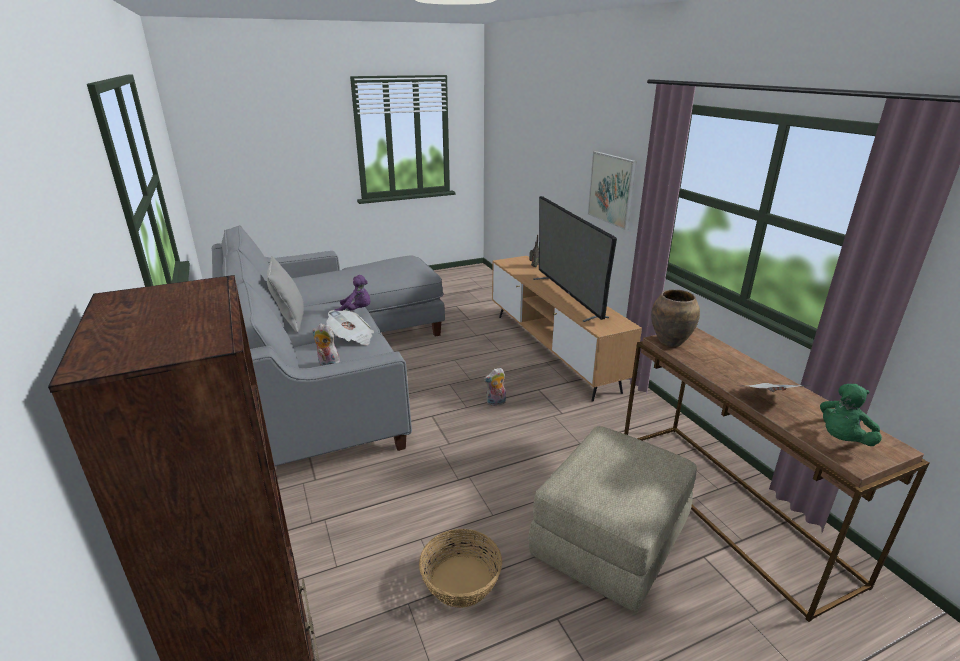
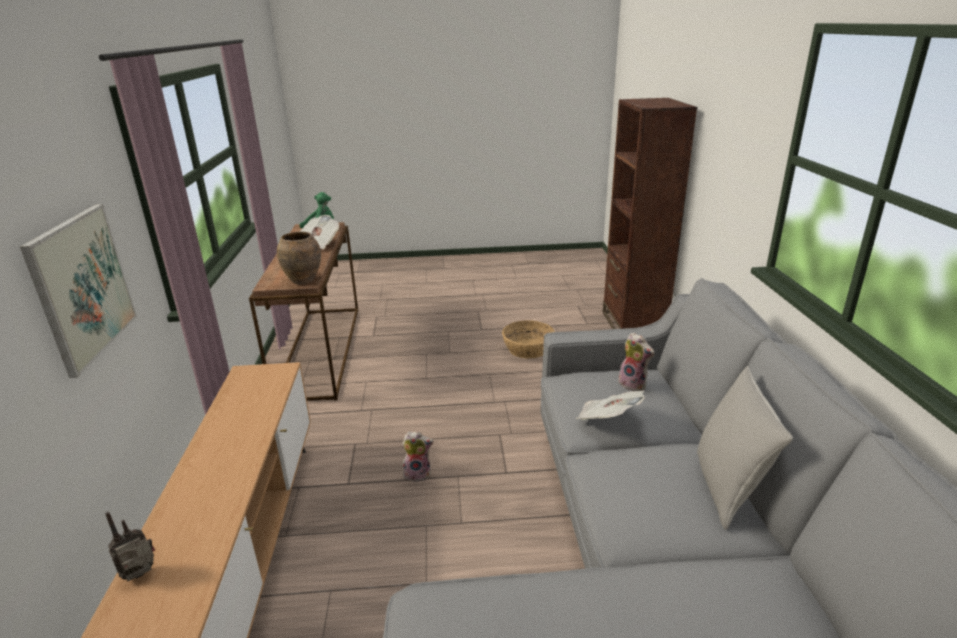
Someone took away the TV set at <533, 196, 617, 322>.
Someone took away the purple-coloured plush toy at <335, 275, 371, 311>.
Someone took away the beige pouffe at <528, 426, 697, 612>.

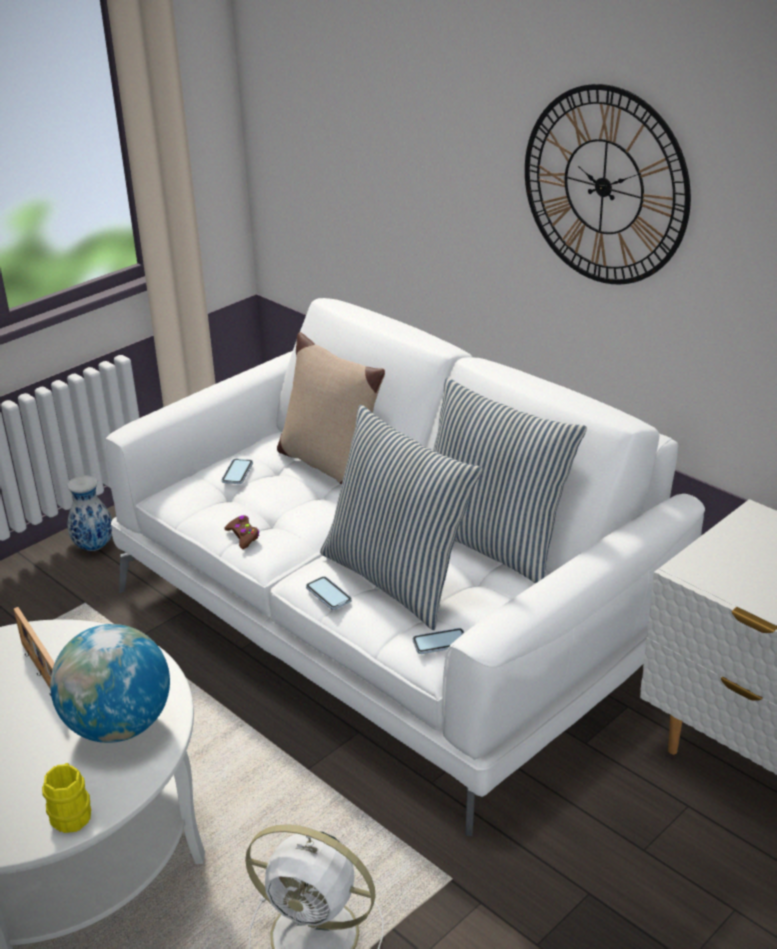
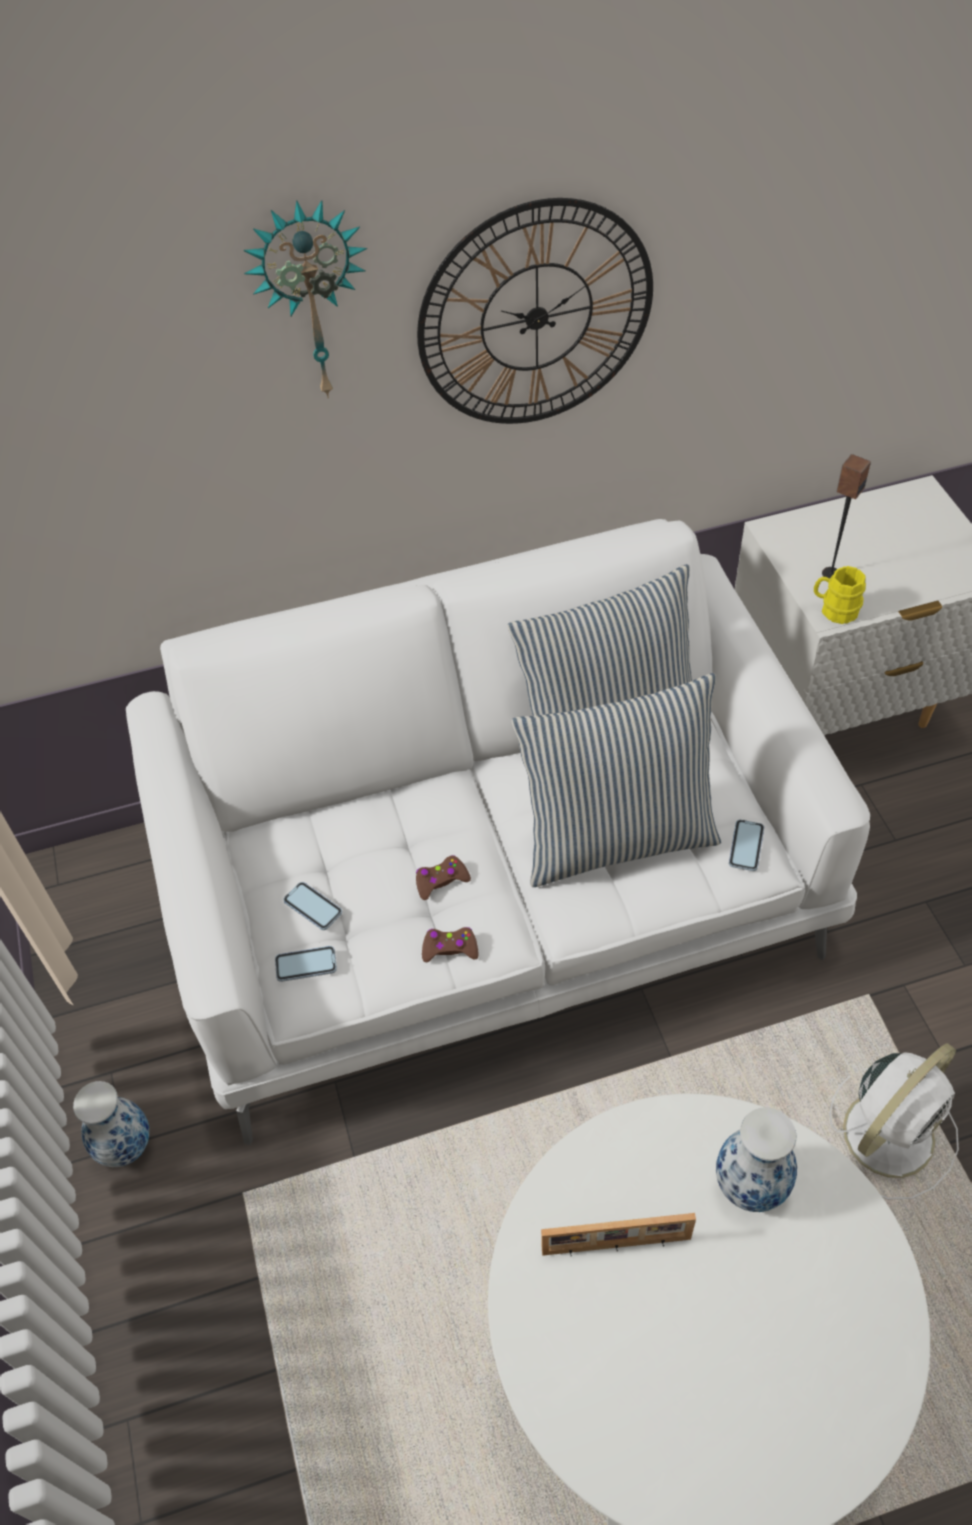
Someone took away the beige pillow at <277, 332, 385, 485>.
Someone carried the telephone from <306, 576, 352, 610> to <275, 946, 337, 982>.
Someone swapped the world globe at <50, 624, 170, 743> for the vase at <716, 1107, 797, 1212>.
Someone carried the yellow coffee mug from <42, 763, 91, 833> to <814, 566, 866, 624>.
Someone put up the wall clock at <243, 200, 367, 398>.
Someone put down the audio speaker at <822, 454, 871, 578>.
Someone put down the brown game controller at <416, 855, 471, 900>.

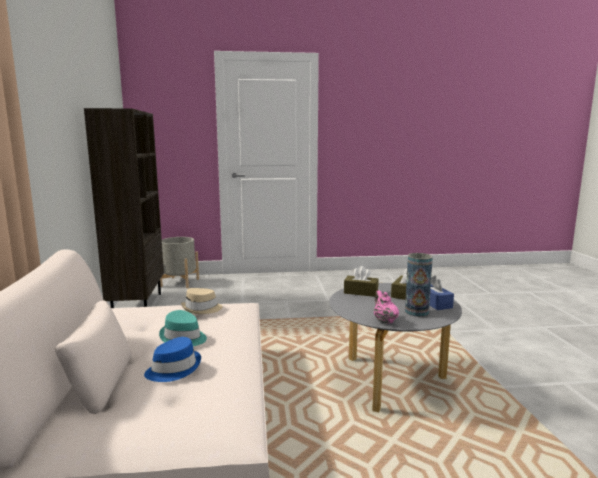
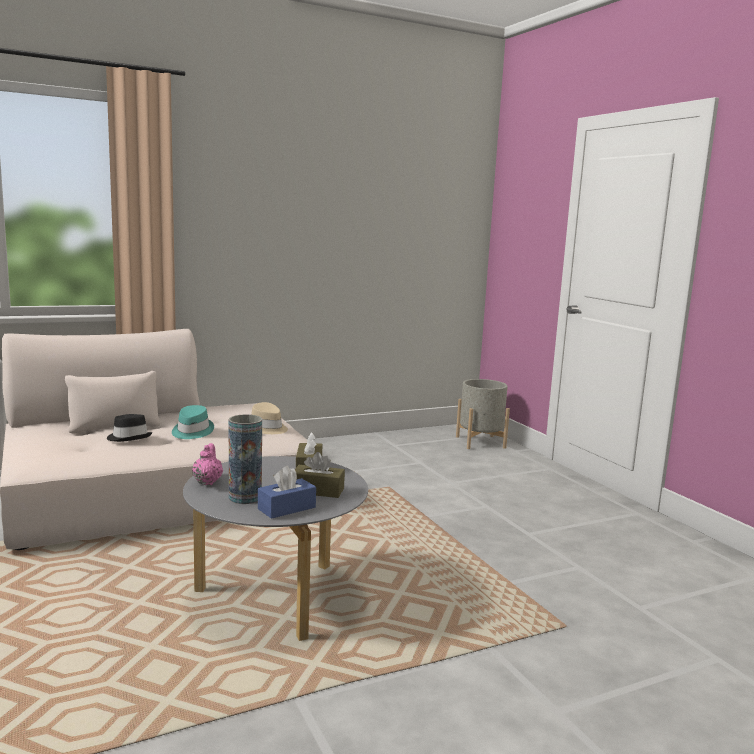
Someone took away the brown bookshelf at <84, 108, 164, 308>.
Someone rotated the pinkish teapot at <374, 290, 399, 324> by 60 degrees counterclockwise.
Someone repainted the blue-coloured hat at <144, 337, 201, 382>, which became the blackish hat at <107, 414, 152, 442>.

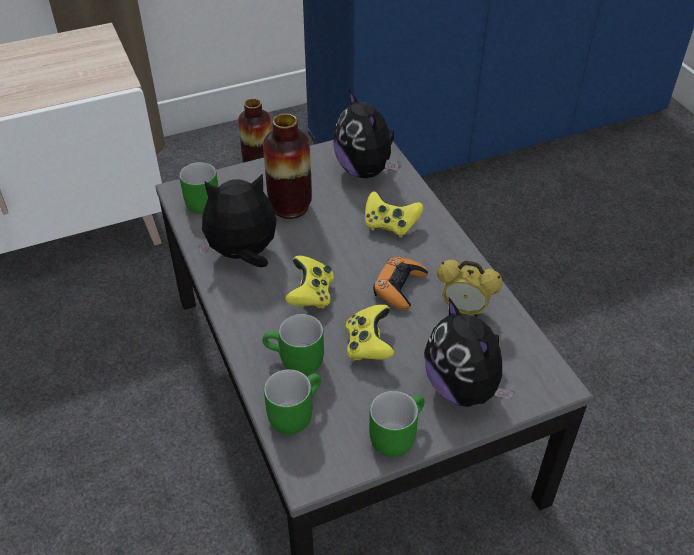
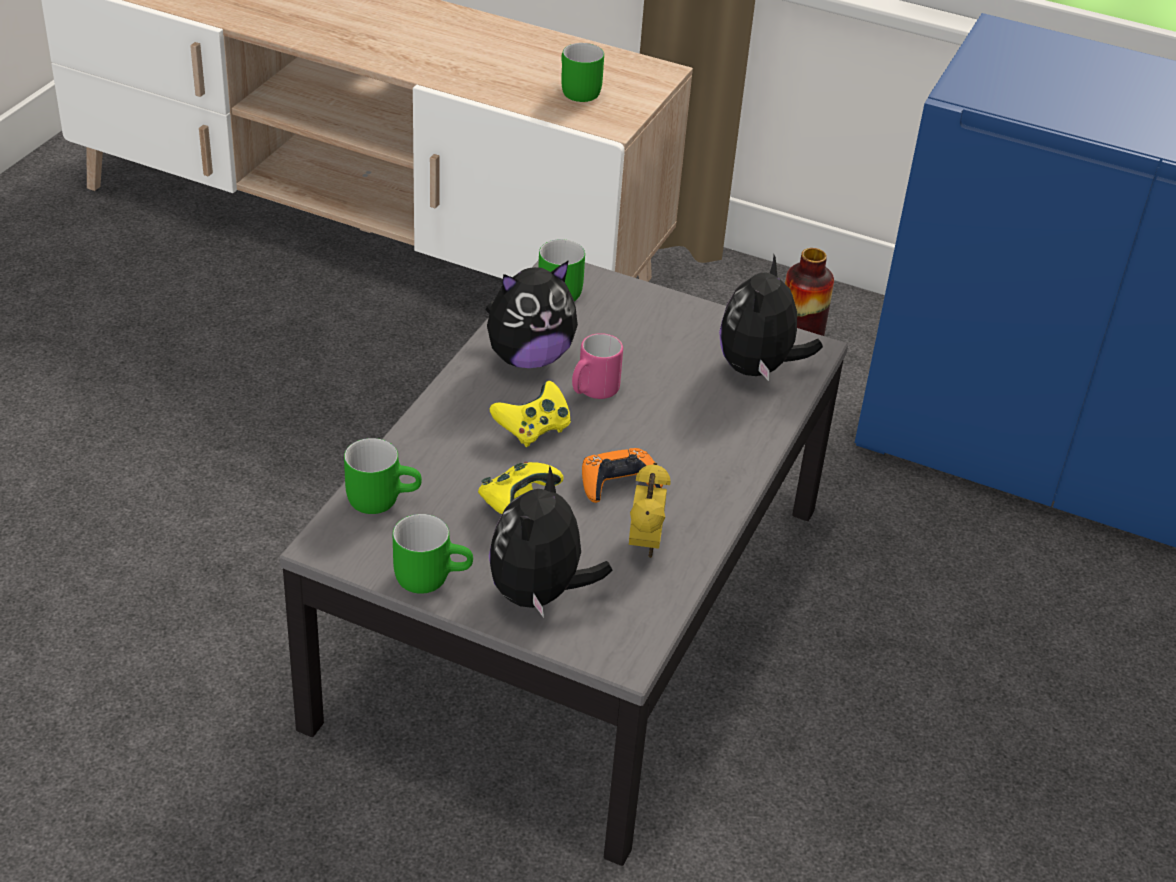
Someone took away the vase at <263, 113, 312, 219>.
Someone rotated the plush toy at <198, 173, 277, 267> by 120 degrees clockwise.
Someone took away the yellow game controller at <365, 191, 423, 238>.
Someone rotated the table clock at <437, 260, 503, 318> by 150 degrees counterclockwise.
Someone carried the green coffee mug from <262, 314, 324, 375> to <561, 43, 604, 102>.
Someone put down the pinkish coffee mug at <572, 333, 623, 399>.

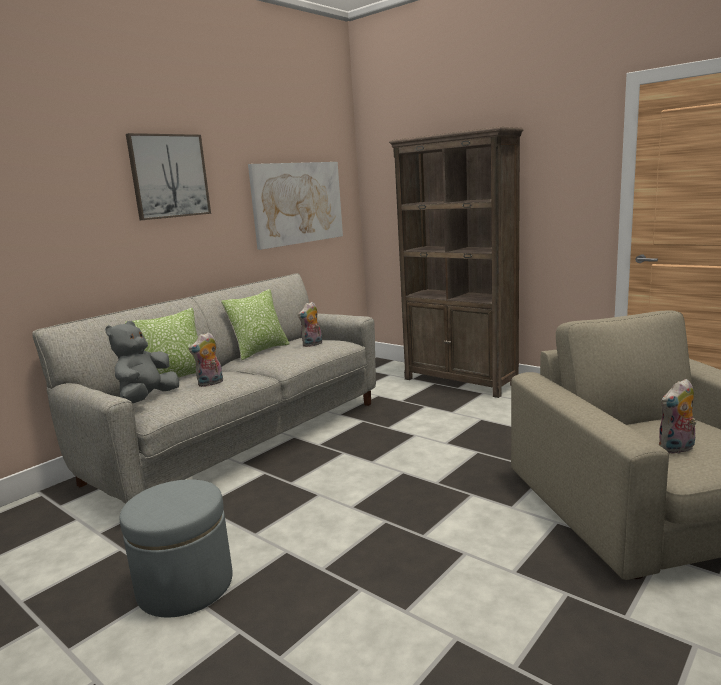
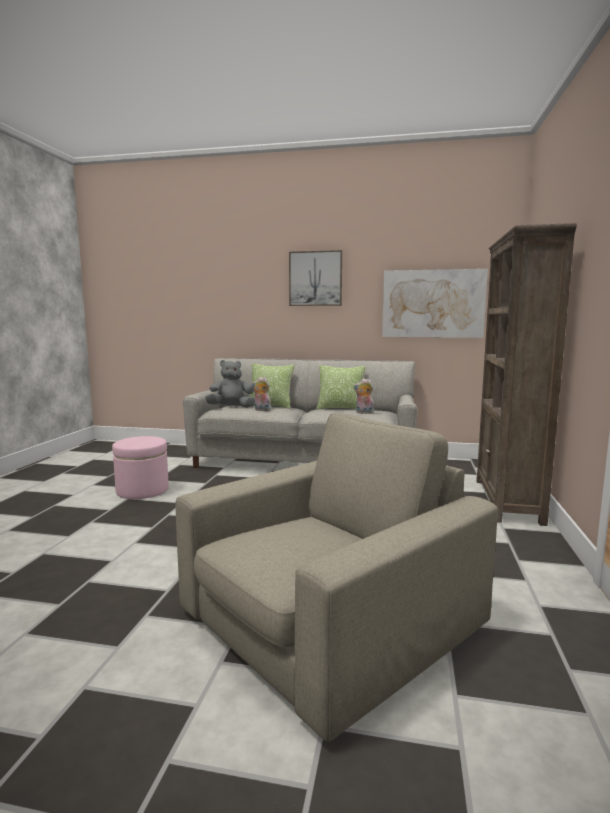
Someone took away the plush toy at <659, 379, 696, 454>.
Someone repainted the grey pouffe at <120, 479, 233, 617>, which became the pinkish pouffe at <112, 436, 169, 499>.

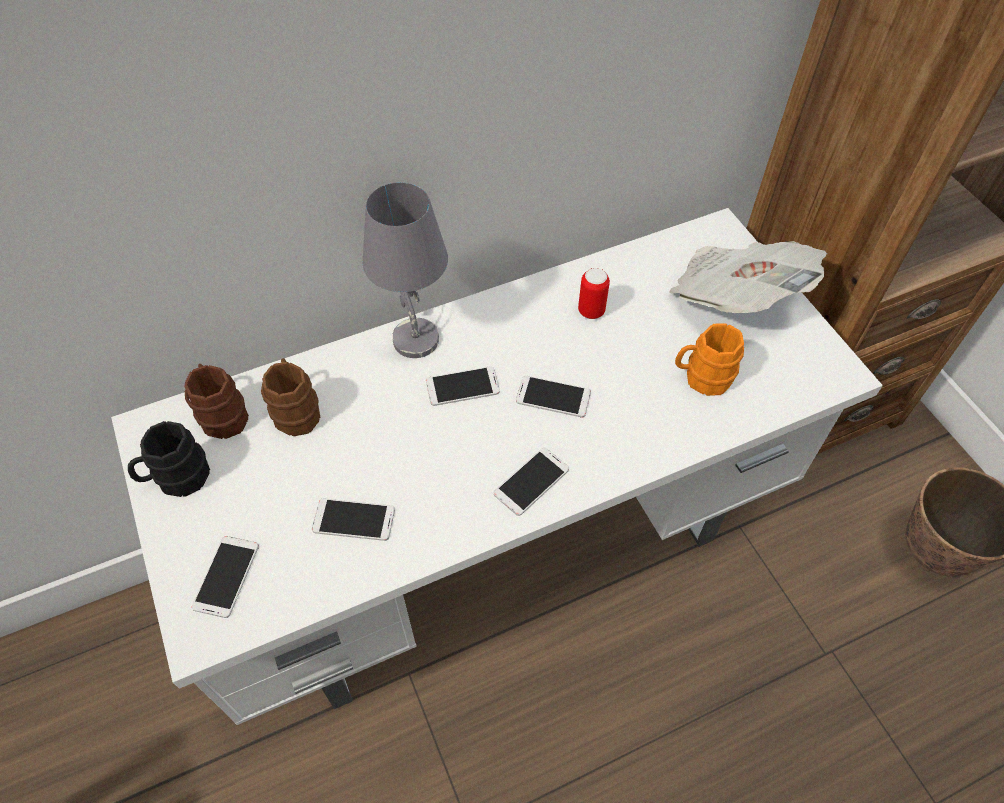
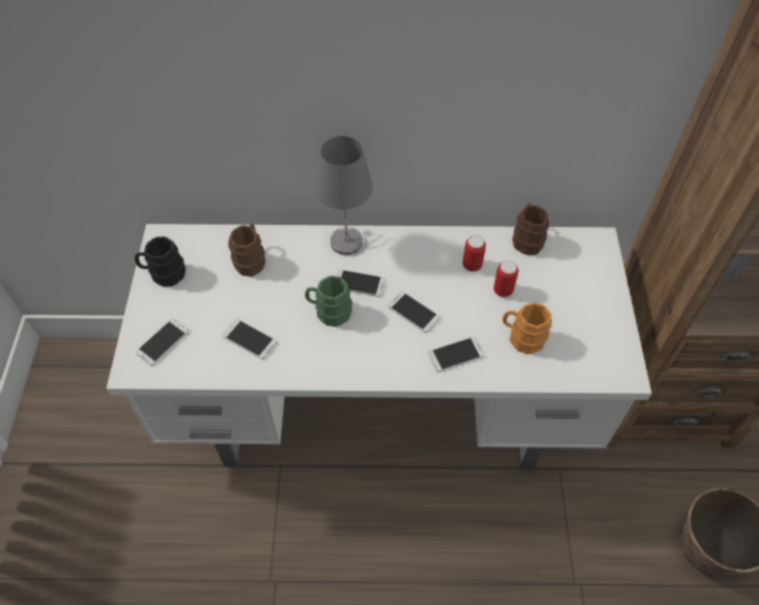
Someone took away the newspaper at <669, 241, 827, 313>.
Someone carried the brown coffee mug from <184, 364, 249, 439> to <512, 203, 549, 255>.
Someone carried the telephone from <494, 448, 569, 516> to <428, 336, 485, 372>.
Someone put down the sealed can at <494, 261, 518, 297>.
Someone put down the green coffee mug at <305, 275, 352, 327>.

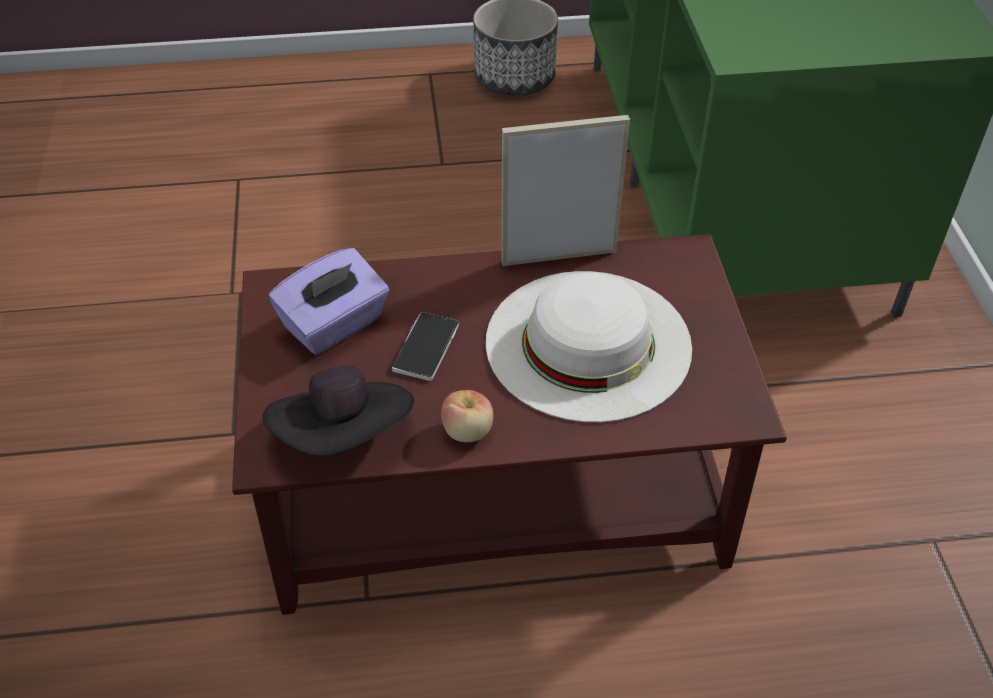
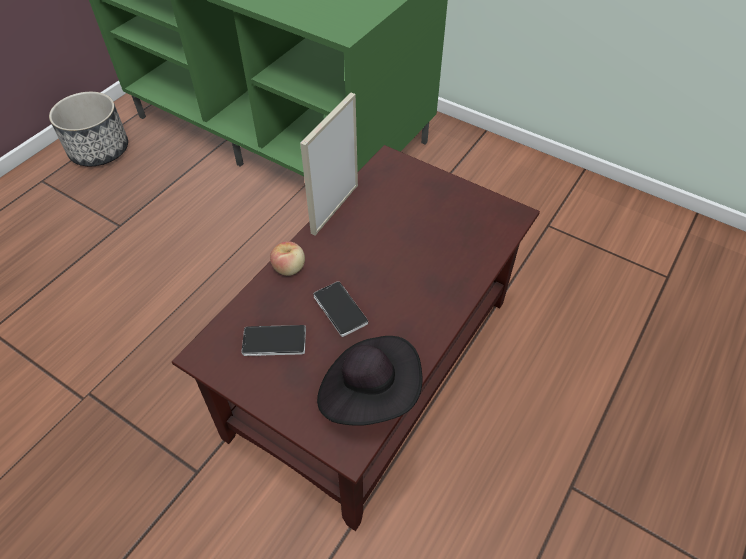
Someone swapped the purple-coloured tissue holder at <269, 248, 389, 354> for the telephone at <241, 325, 306, 356>.
Someone took away the white hat at <486, 271, 692, 422>.
Someone carried the whole apple from <441, 390, 493, 442> to <270, 241, 305, 276>.

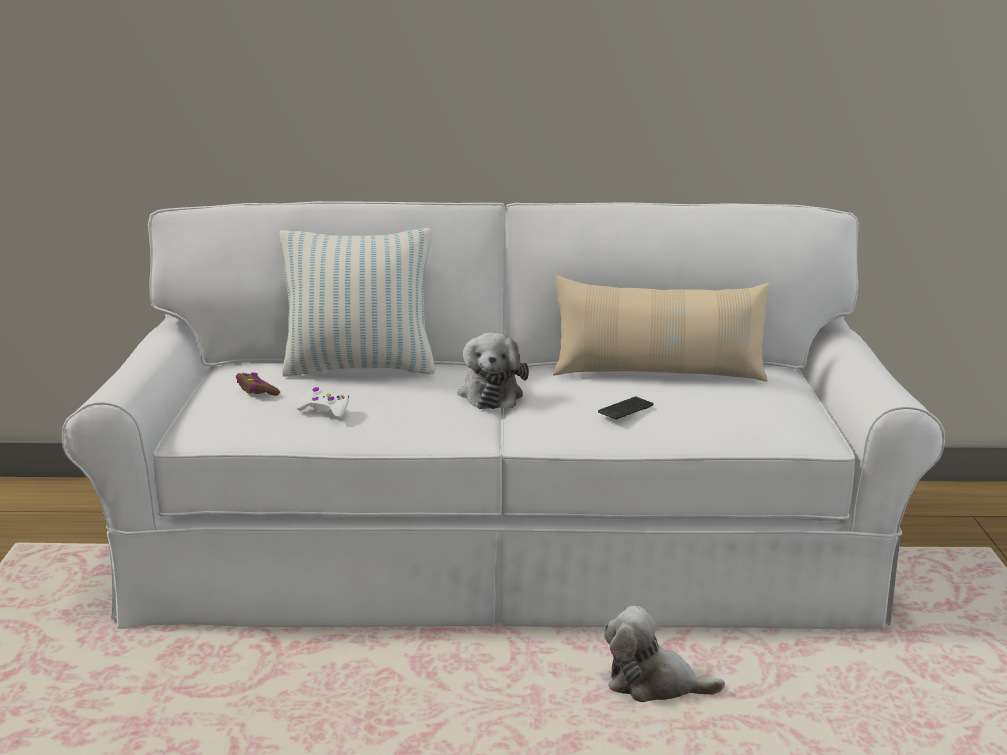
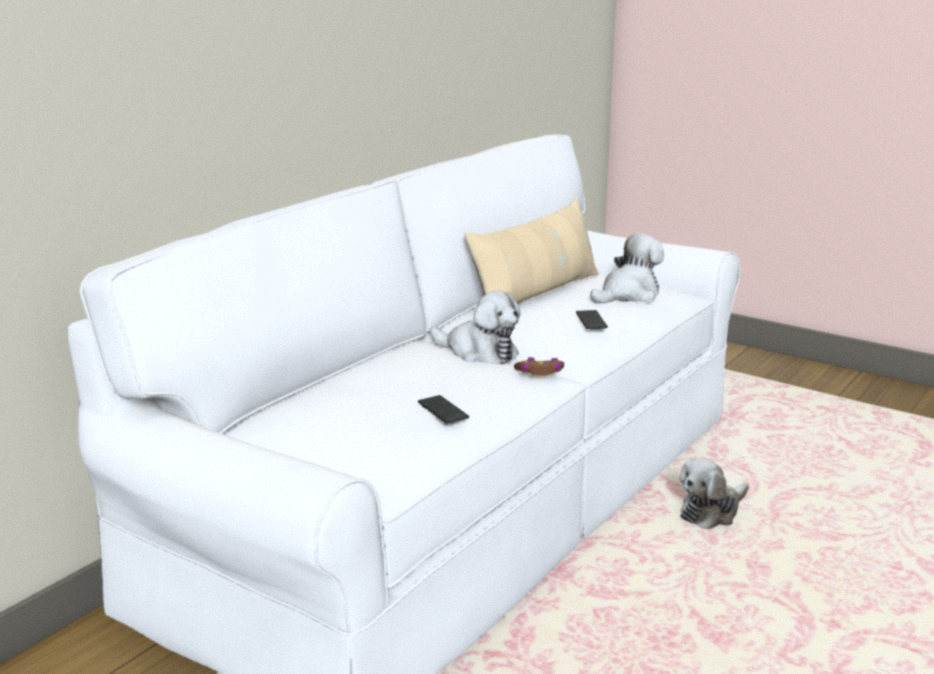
Someone took away the pillow at <279, 228, 436, 376>.
Someone carried the brown game controller from <236, 372, 280, 396> to <514, 357, 564, 376>.
Someone swapped the white game controller at <296, 387, 349, 418> for the telephone at <418, 395, 469, 424>.
Someone put down the plush toy at <590, 233, 664, 303>.

